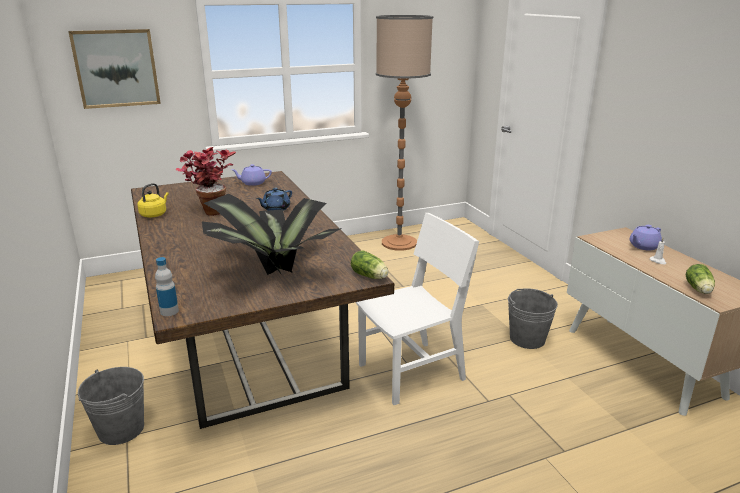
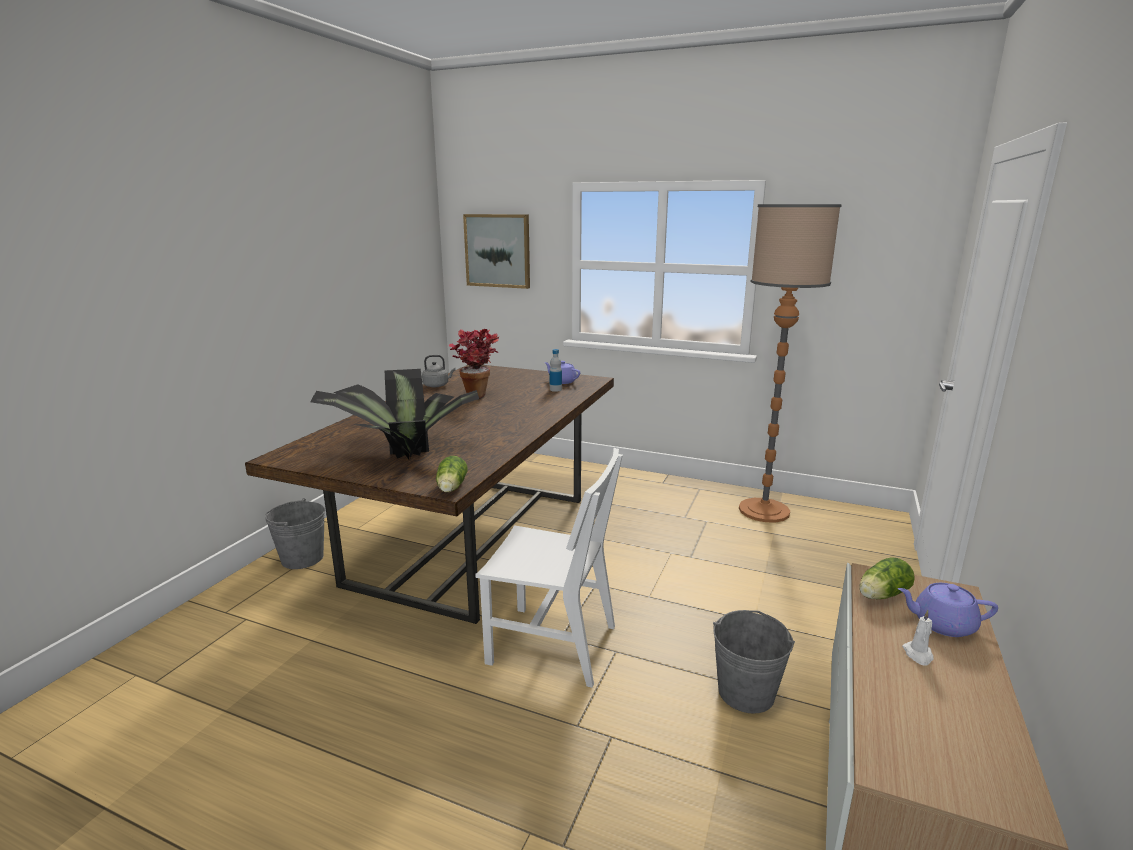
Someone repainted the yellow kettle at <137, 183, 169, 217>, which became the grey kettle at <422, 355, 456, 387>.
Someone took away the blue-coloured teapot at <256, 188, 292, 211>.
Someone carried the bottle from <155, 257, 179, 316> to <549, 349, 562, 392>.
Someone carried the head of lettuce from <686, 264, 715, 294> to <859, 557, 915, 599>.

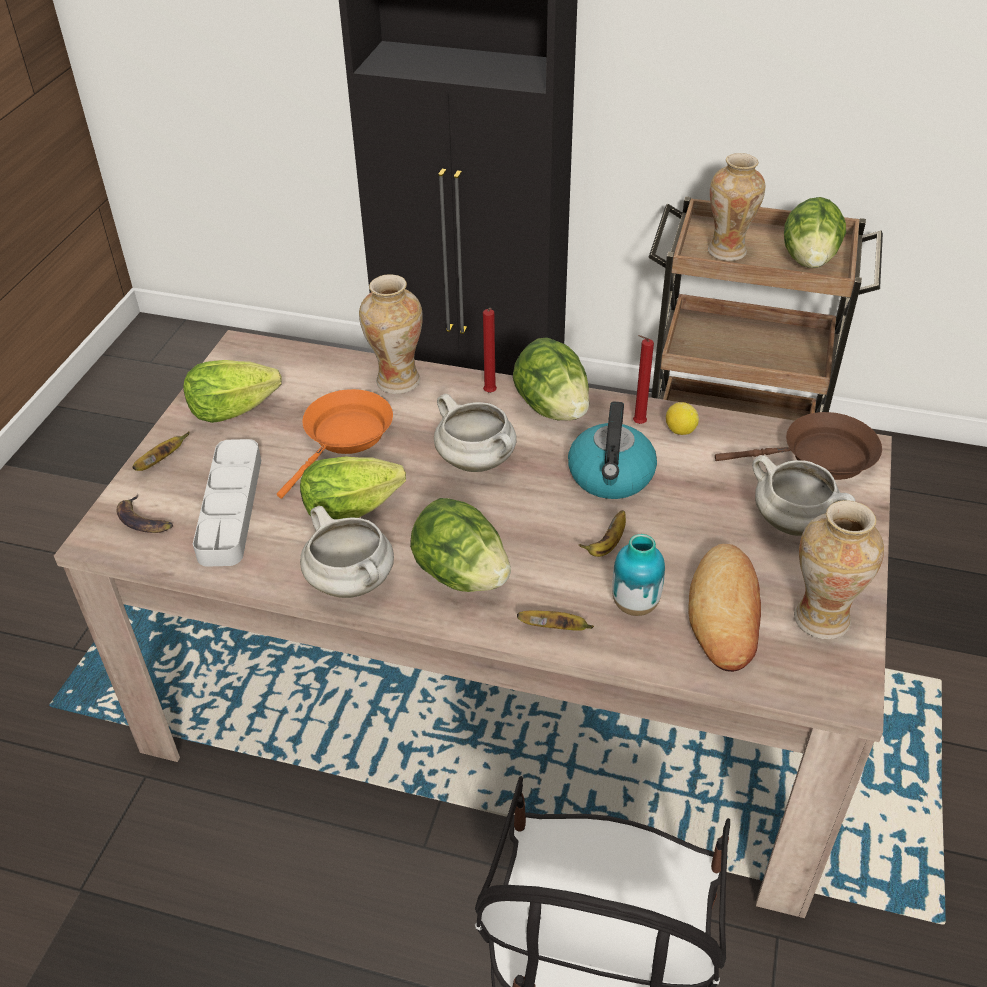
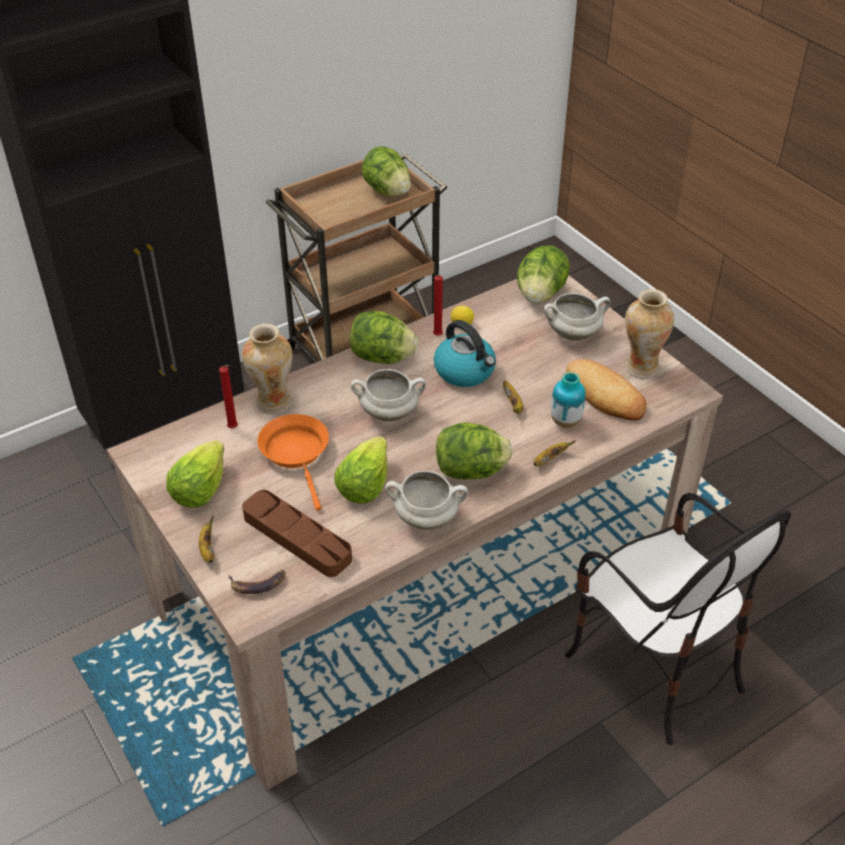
Someone took away the vase at <708, 153, 765, 261>.
Someone carried the red candle from <483, 308, 497, 393> to <219, 365, 238, 428>.
Someone swapped the brown frying pan at <715, 412, 882, 480> for the head of lettuce at <517, 246, 570, 304>.
Someone repainted the grey serving tray at <193, 439, 261, 567>, which became the brown serving tray at <242, 490, 352, 577>.

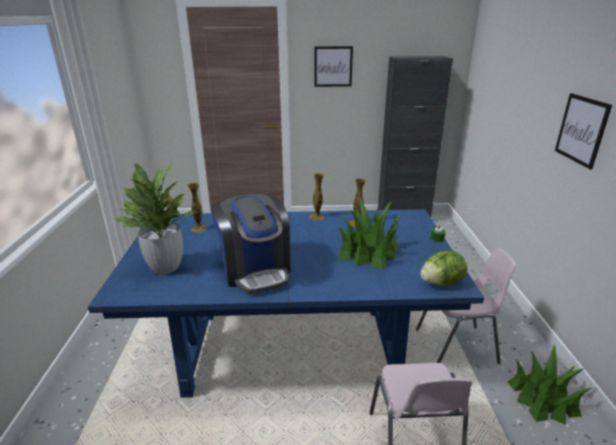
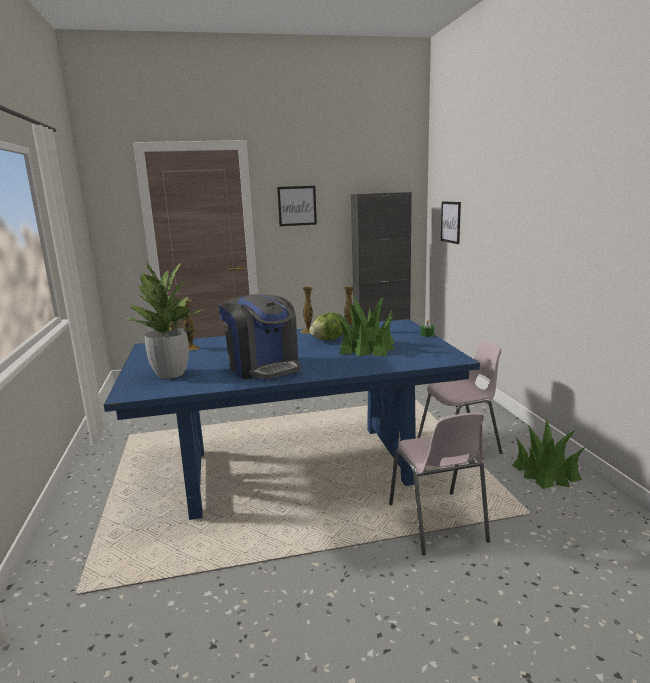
Someone carried the wall picture from <555, 93, 612, 169> to <441, 201, 461, 244>.
Someone carried the head of lettuce from <420, 250, 467, 286> to <310, 313, 345, 340>.

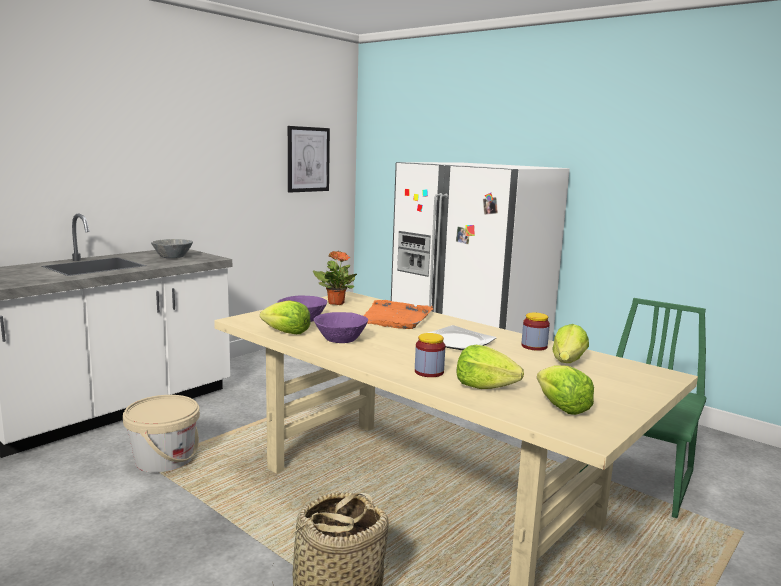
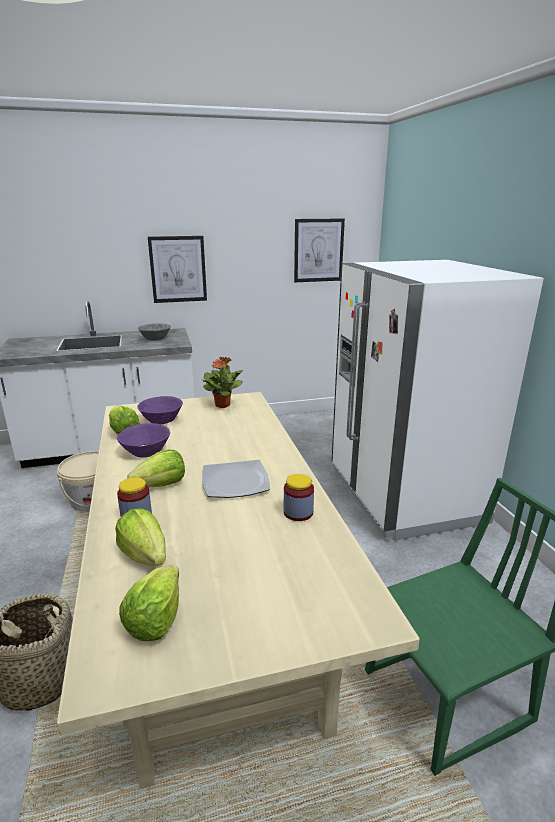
Someone took away the orange-coloured serving tray at <363, 300, 434, 329>.
Someone carried the head of lettuce from <552, 324, 589, 363> to <127, 450, 185, 488>.
Someone put up the wall picture at <148, 236, 207, 303>.

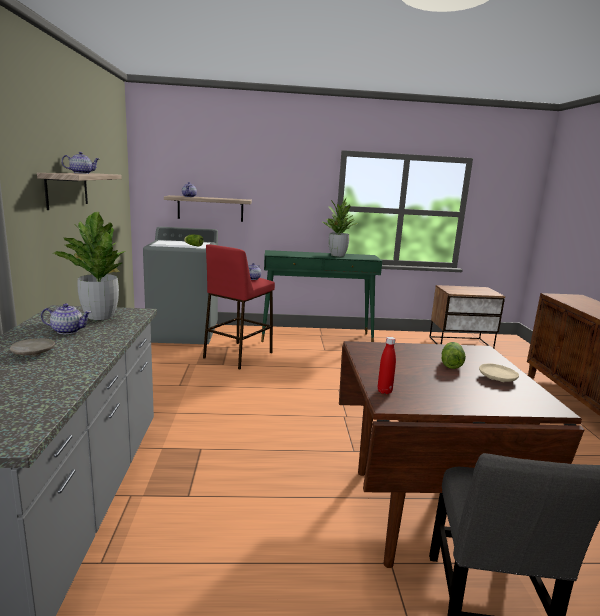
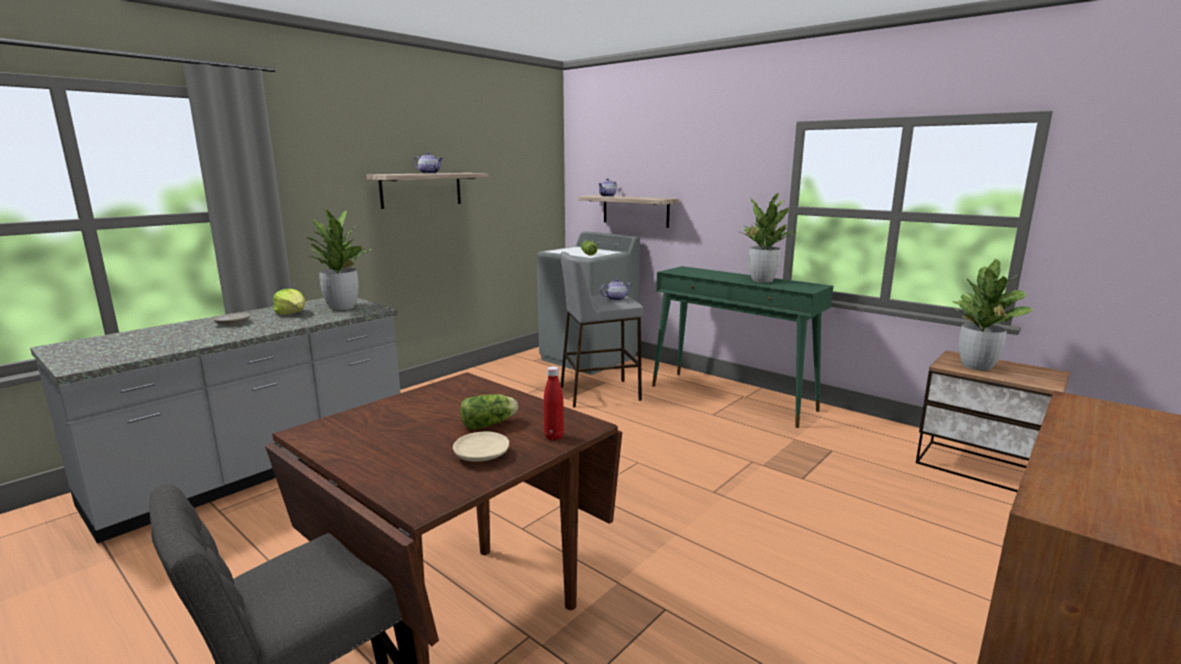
Someone repainted the red sitting stool at <203, 244, 275, 370>, which became the grey sitting stool at <560, 252, 643, 408>.
Someone swapped the teapot at <41, 303, 91, 334> for the head of lettuce at <273, 289, 305, 315>.
Someone carried the red bottle from <378, 337, 396, 394> to <544, 366, 564, 440>.
Someone put down the houseplant at <950, 259, 1034, 371>.

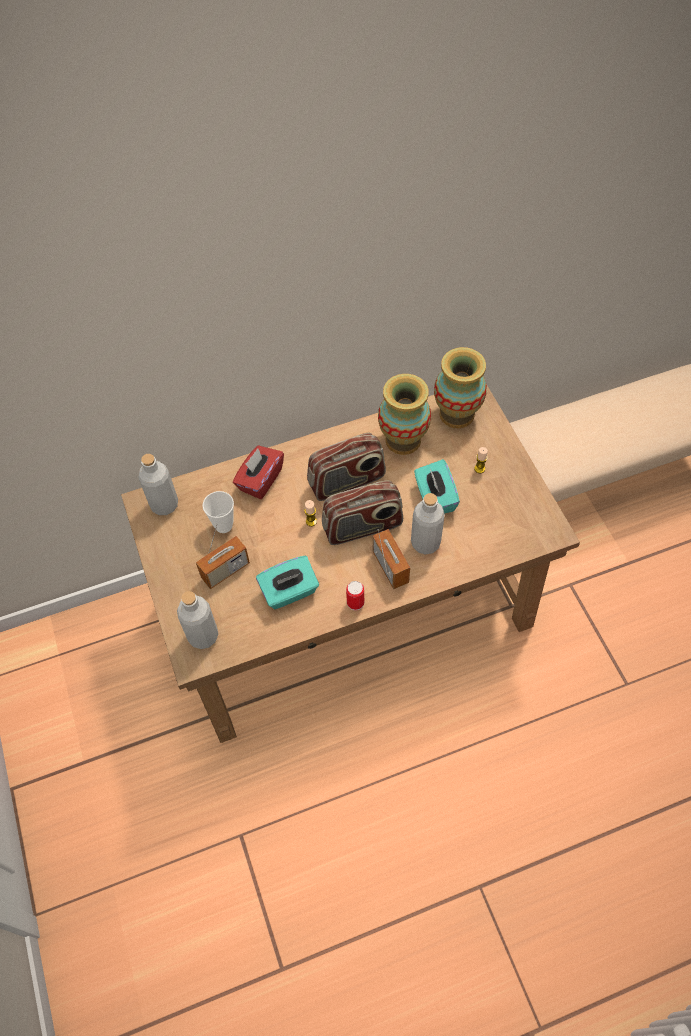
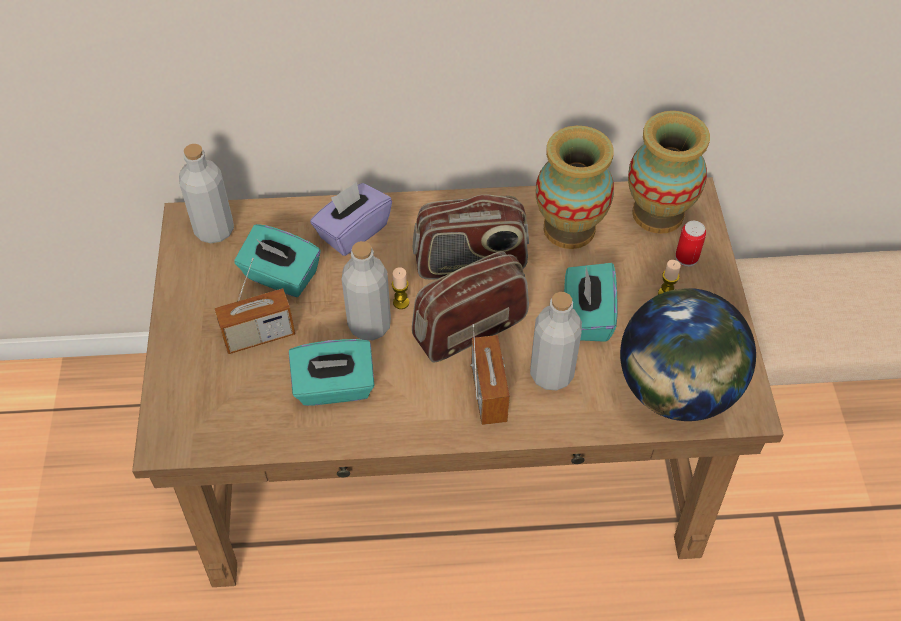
Someone repainted the red tissue holder at <233, 445, 284, 499>, which became the purple-coloured tissue holder at <310, 182, 392, 256>.
Someone rotated the radio set at <322, 480, 403, 545> by 150 degrees clockwise.
Someone swapped the small cup at <202, 491, 234, 533> for the turquoise-coloured tissue holder at <234, 224, 320, 297>.
Someone carried the sealed can from <346, 581, 364, 611> to <676, 221, 706, 267>.
Someone carried the grey bottle from <177, 591, 218, 649> to <342, 241, 391, 340>.
Someone put down the world globe at <620, 288, 756, 421>.

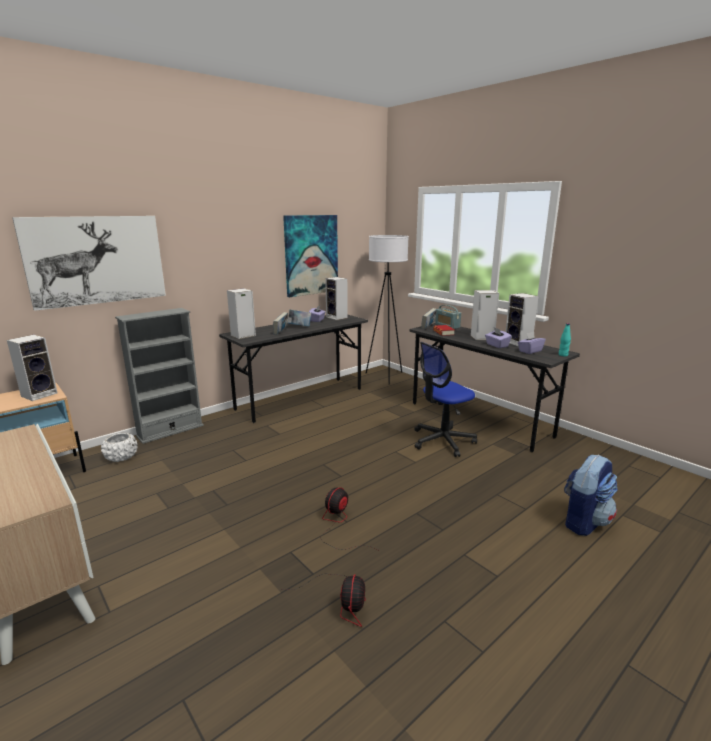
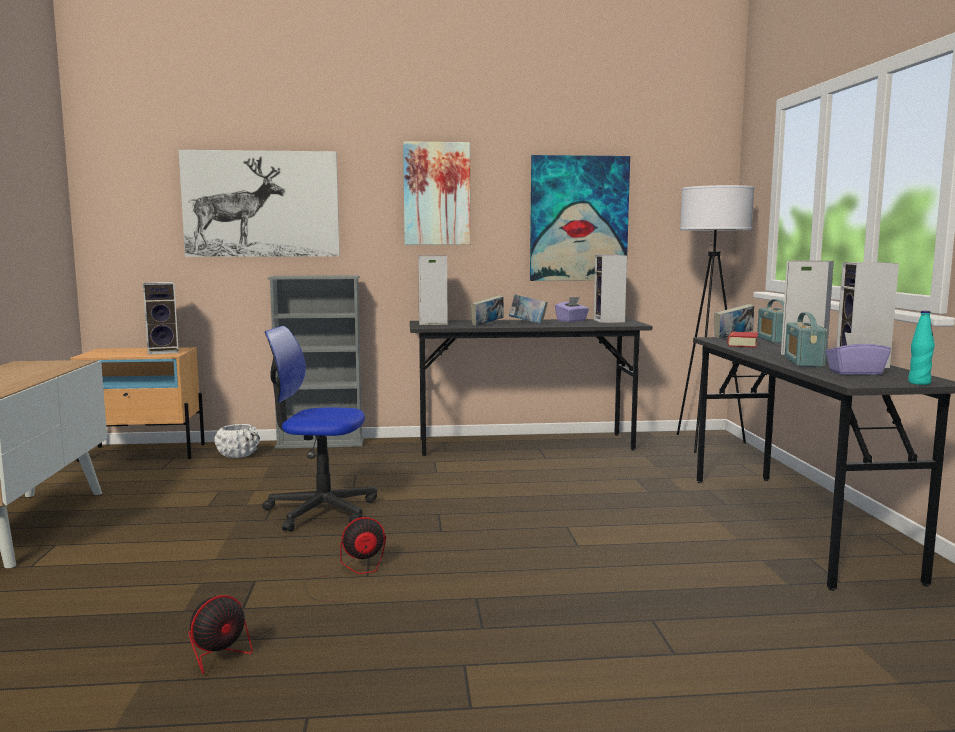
Someone swapped the purple-coloured tissue holder at <485, 327, 512, 348> for the radio set at <785, 312, 828, 367>.
Someone carried the office chair from <414, 342, 477, 457> to <262, 326, 377, 532>.
Someone took away the backpack at <564, 454, 618, 536>.
Someone put up the wall picture at <403, 141, 470, 245>.

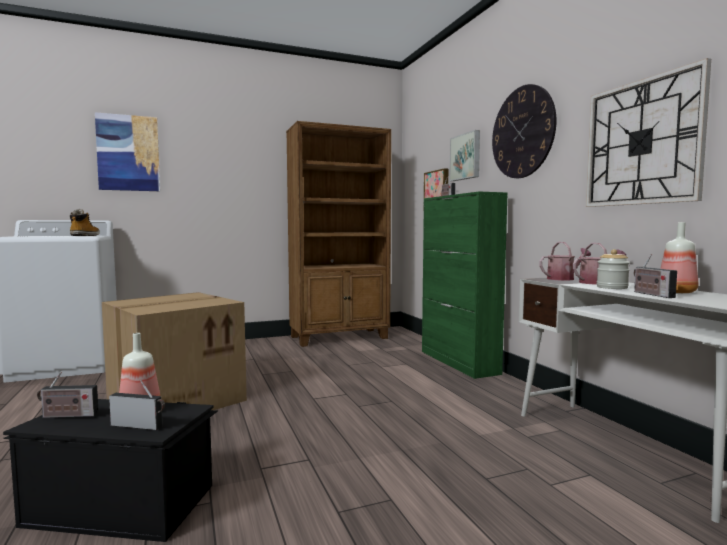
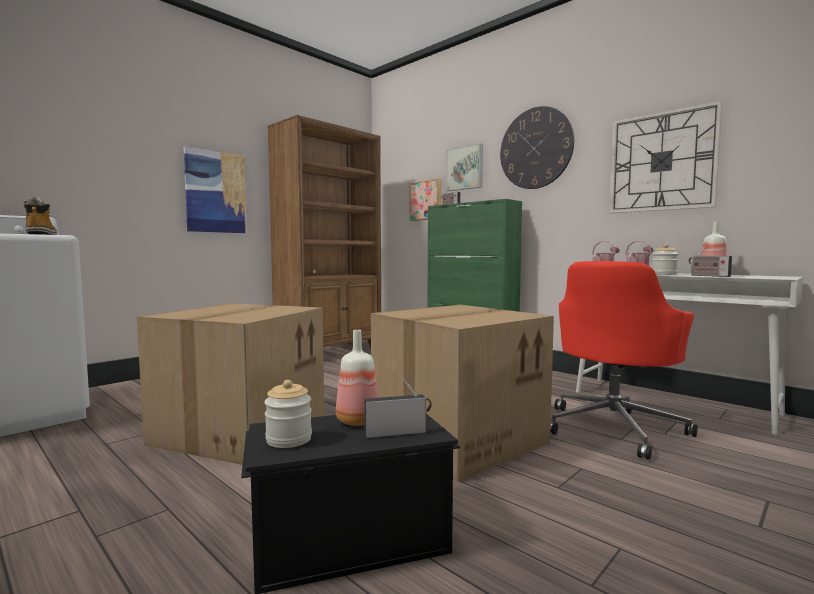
Someone carried the wall picture from <95, 112, 160, 191> to <183, 147, 247, 233>.
Someone swapped the radio set at <37, 372, 99, 418> for the preserve jar at <264, 380, 312, 448>.
Someone put down the red office chair at <550, 261, 697, 460>.
Someone put down the packing box at <371, 305, 554, 482>.

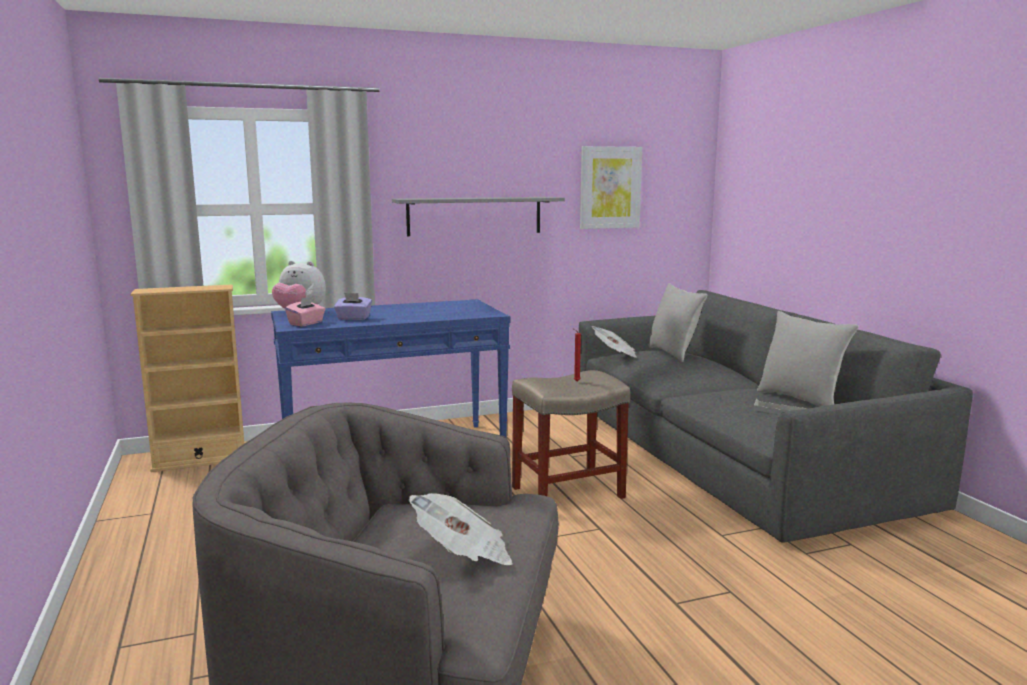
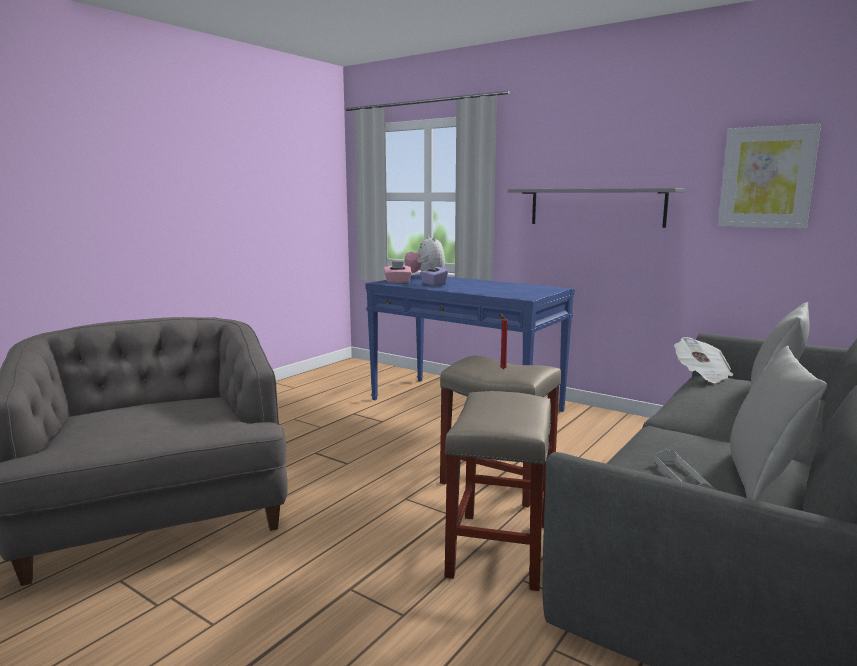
Someone took away the beige bookshelf at <130, 284, 244, 472>.
Someone took away the newspaper at <409, 493, 513, 565>.
Someone put down the beige sitting stool at <445, 391, 552, 591>.

